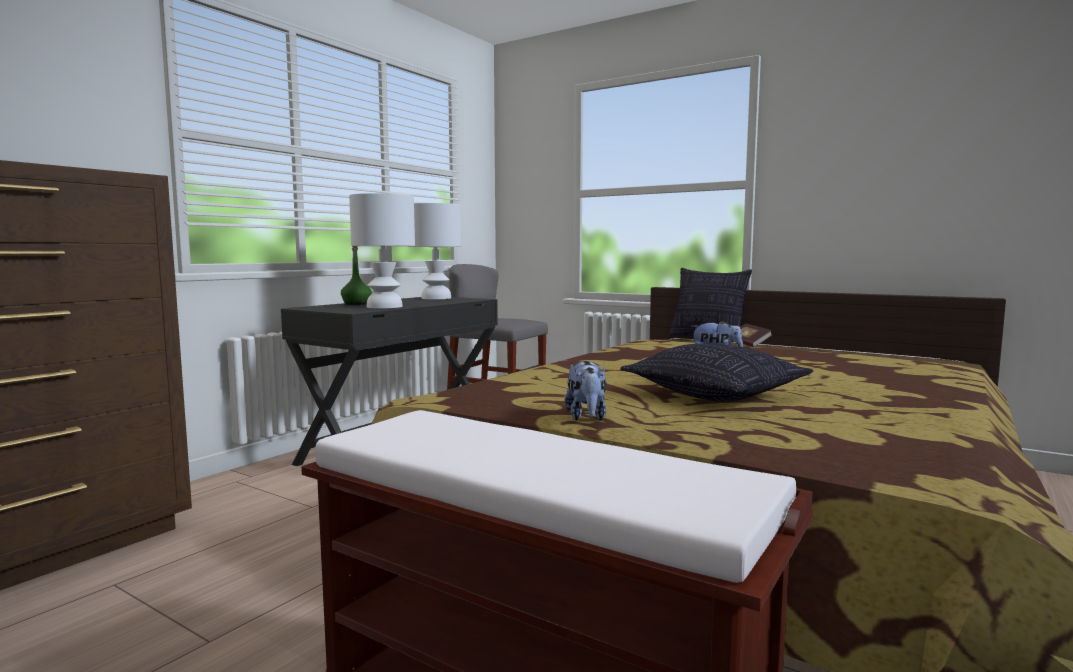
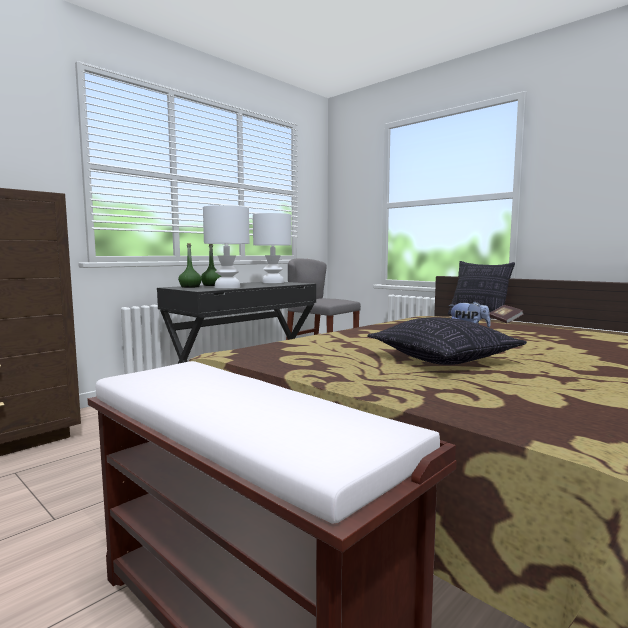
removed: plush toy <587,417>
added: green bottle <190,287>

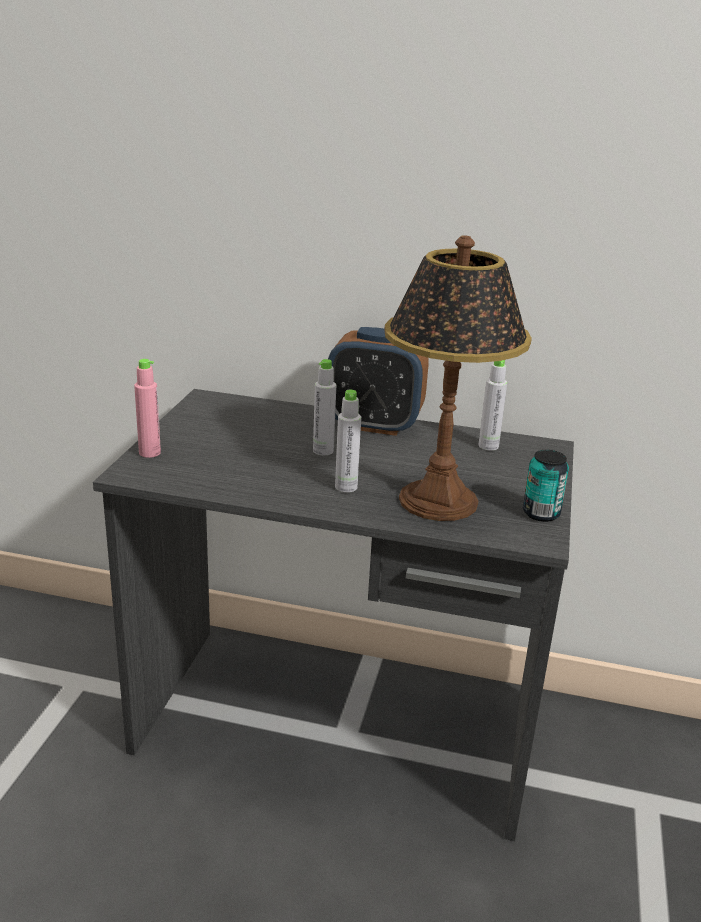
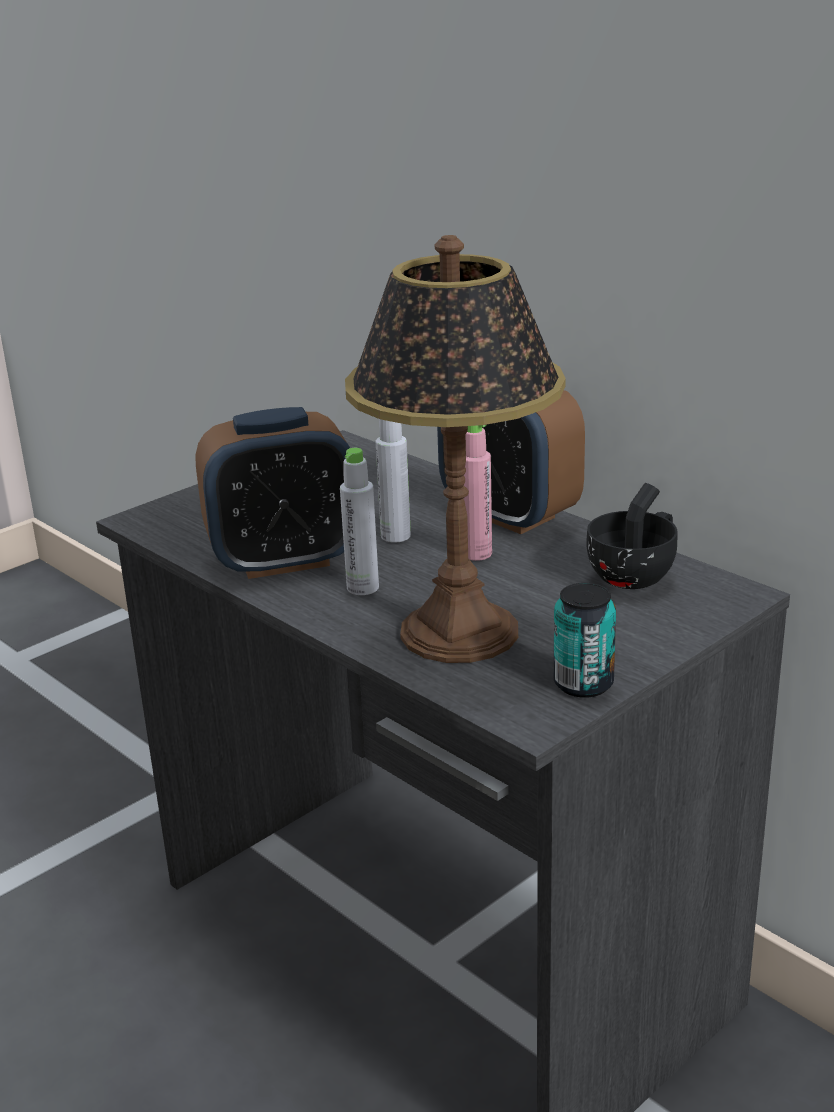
added: alarm clock <284,560>
moved: pink bottle <149,453> to <476,554>
replaced: grey bottle <488,446> to black cup <636,574>

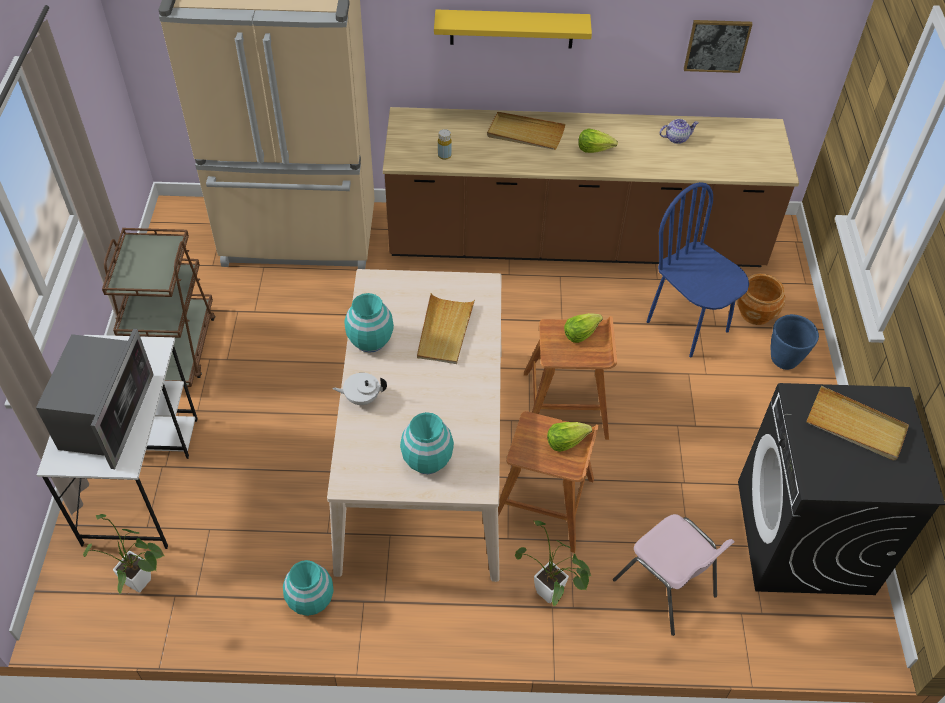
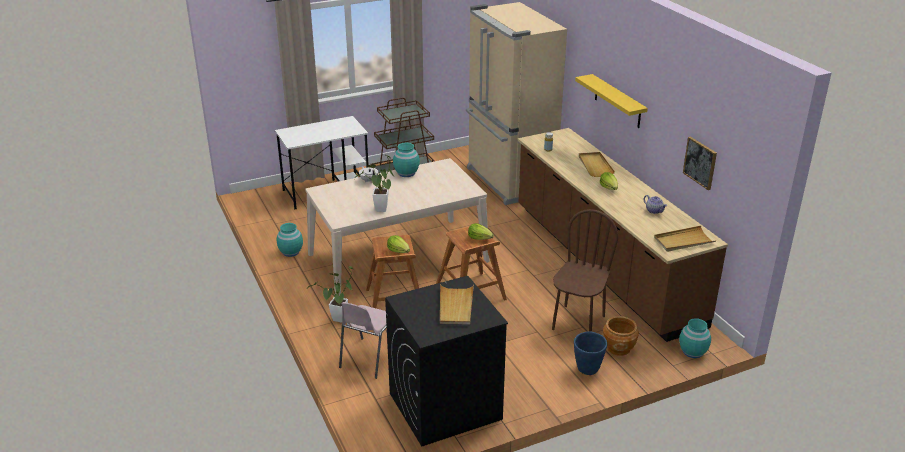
removed: microwave <105,416>
moved: potted plant <143,585> to <380,211>; turquoise vase <427,460> to <693,352>; beige tray <444,331> to <683,241>
recoloured: blue chair <688,326> to brown chair <578,322>

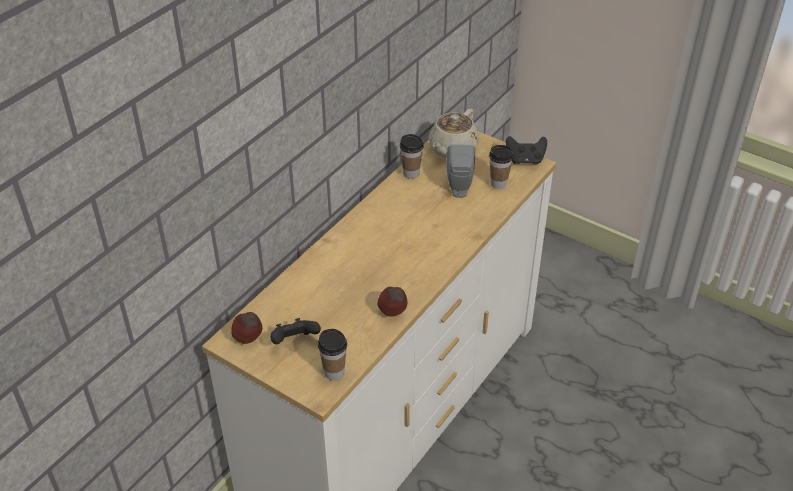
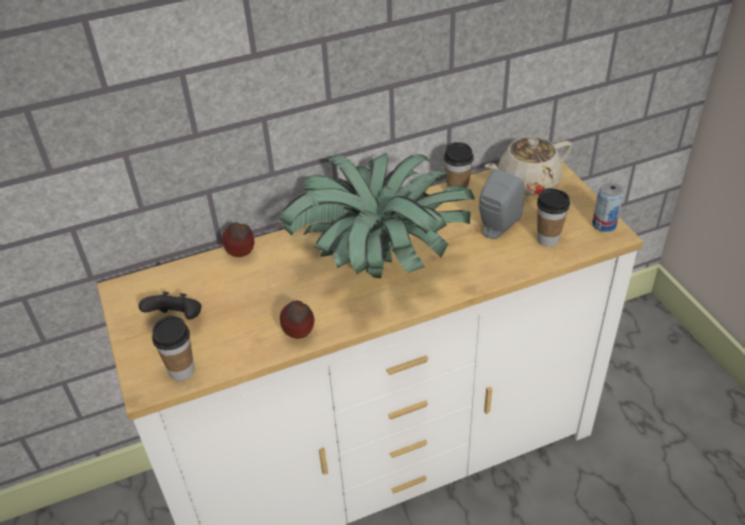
added: potted plant <378,260>
moved: apple <248,339> to <241,254>
replaced: black game controller <525,160> to can <604,224>

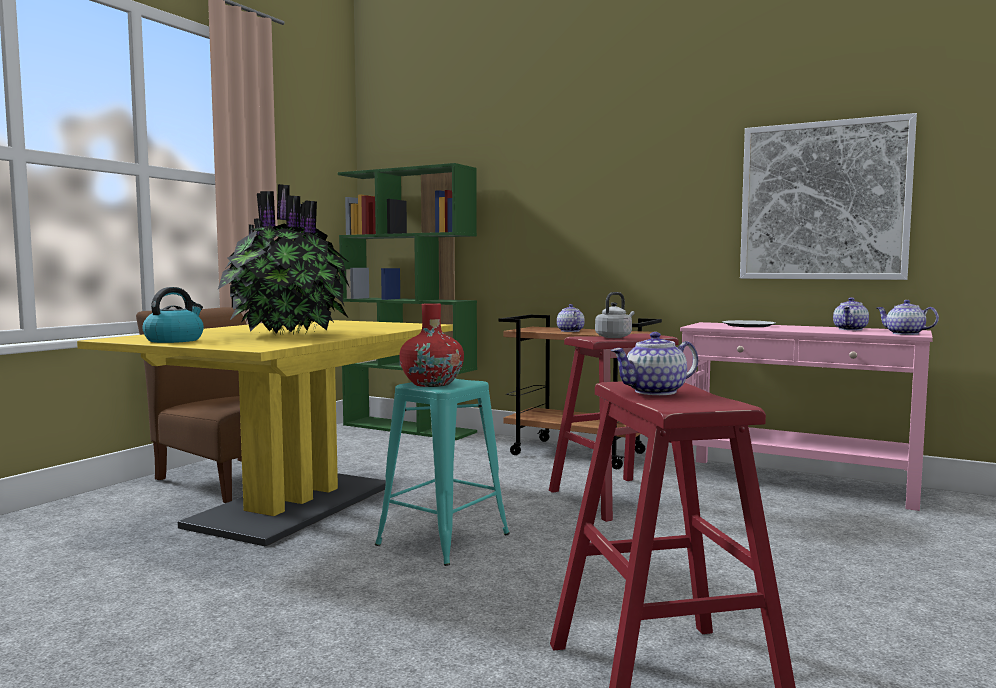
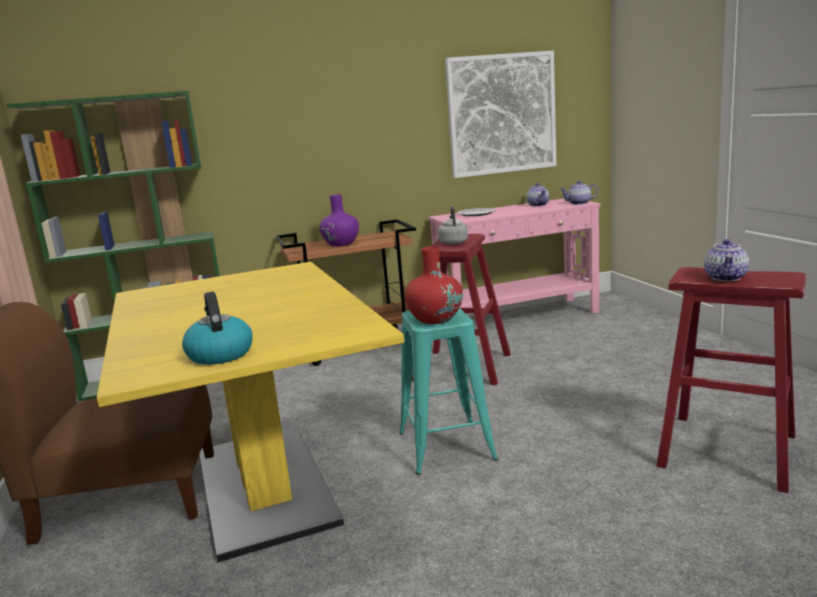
removed: potted plant <287,335>
replaced: teapot <569,331> to purple vase <341,244>

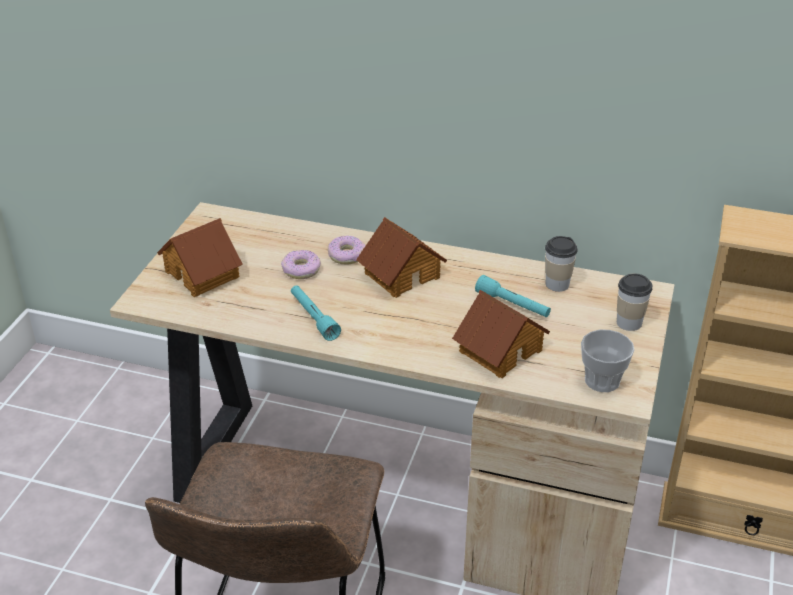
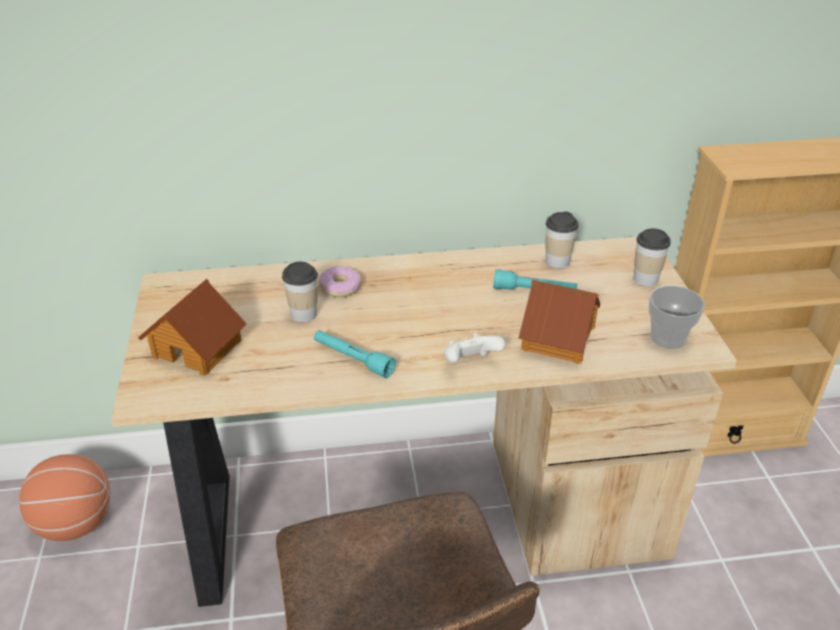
removed: toy house <401,274>
added: basketball <75,523>; white game controller <470,363>
replaced: donut <301,270> to cup <304,314>

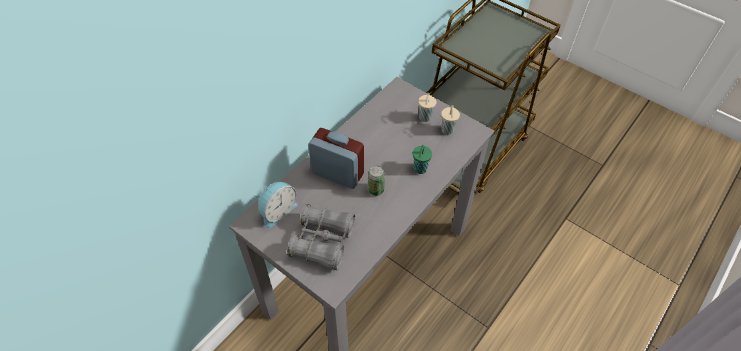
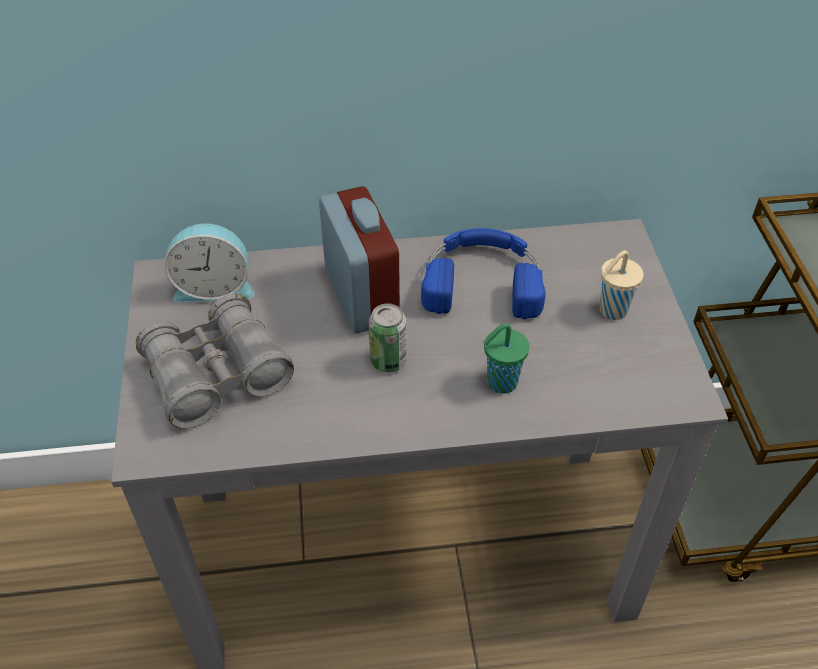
removed: beige cup <447,130>
added: blue headphones <483,280>

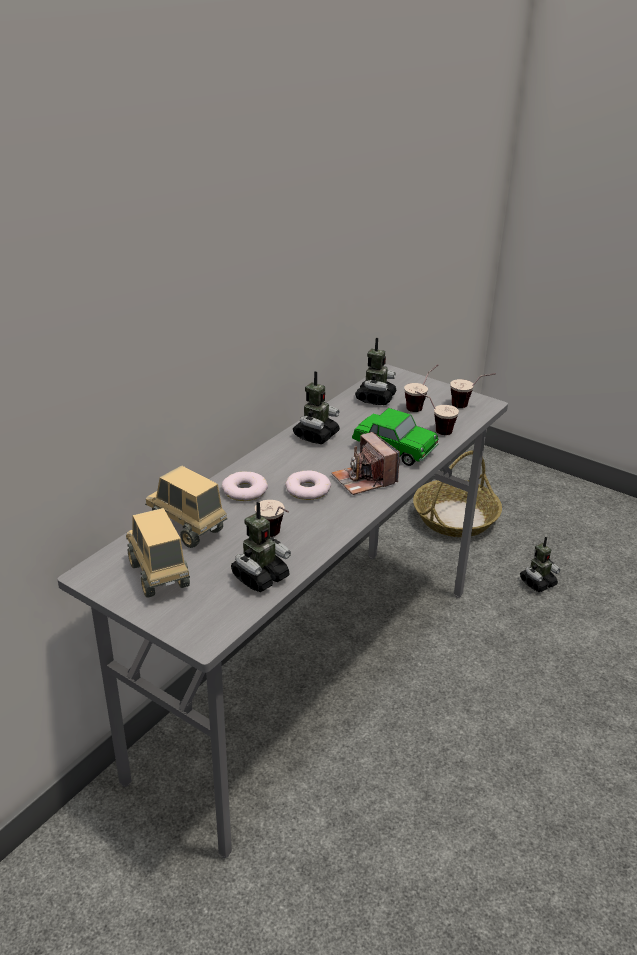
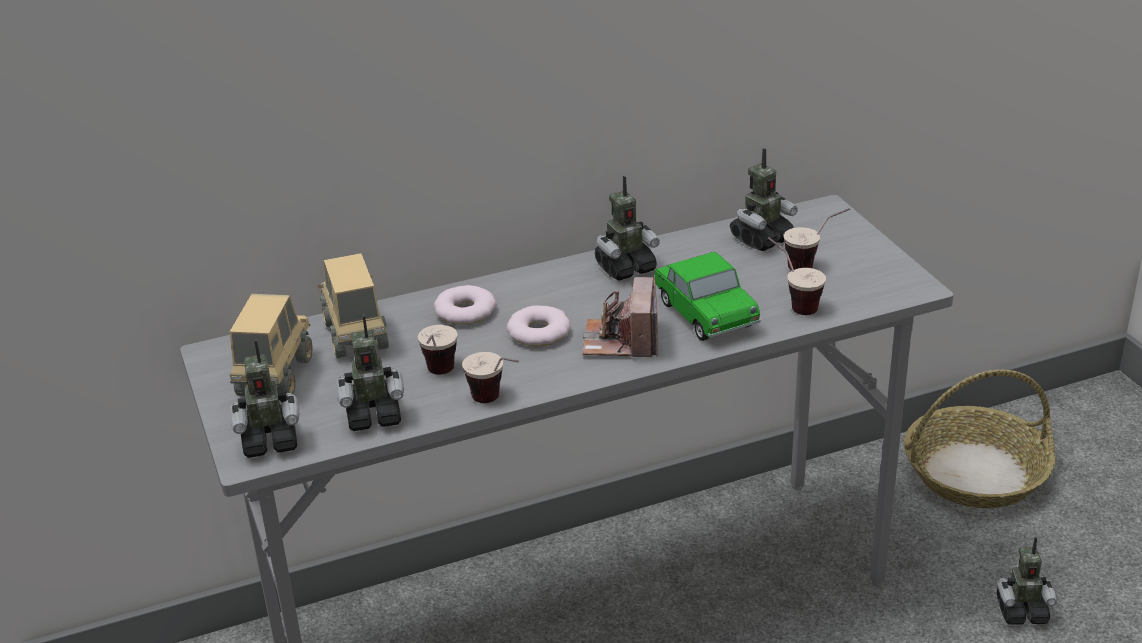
added: toy robot <270,441>
moved: cup <469,406> to <496,402>

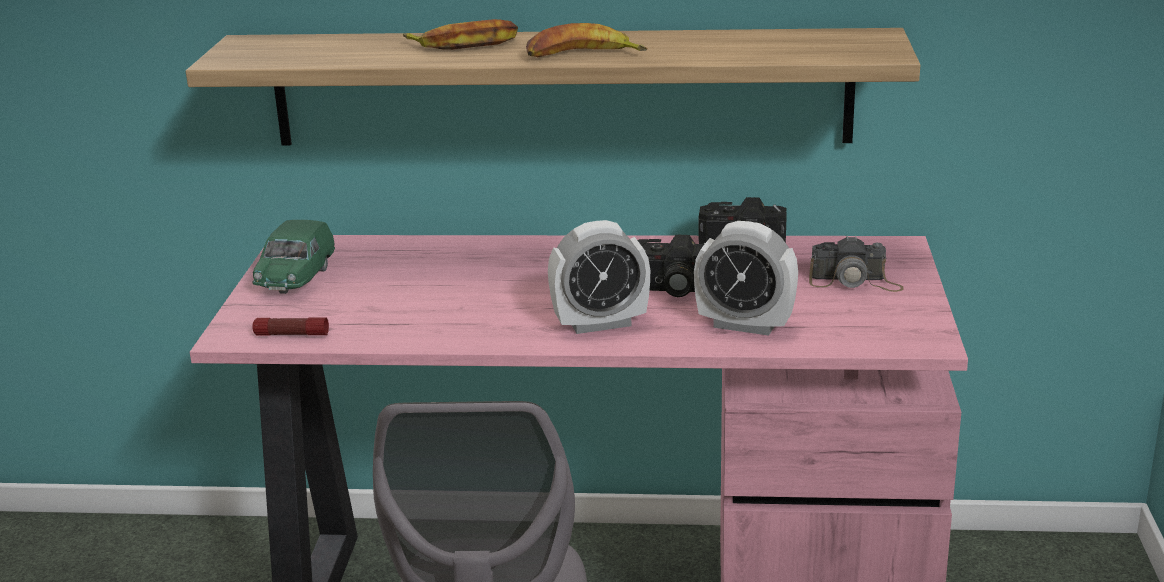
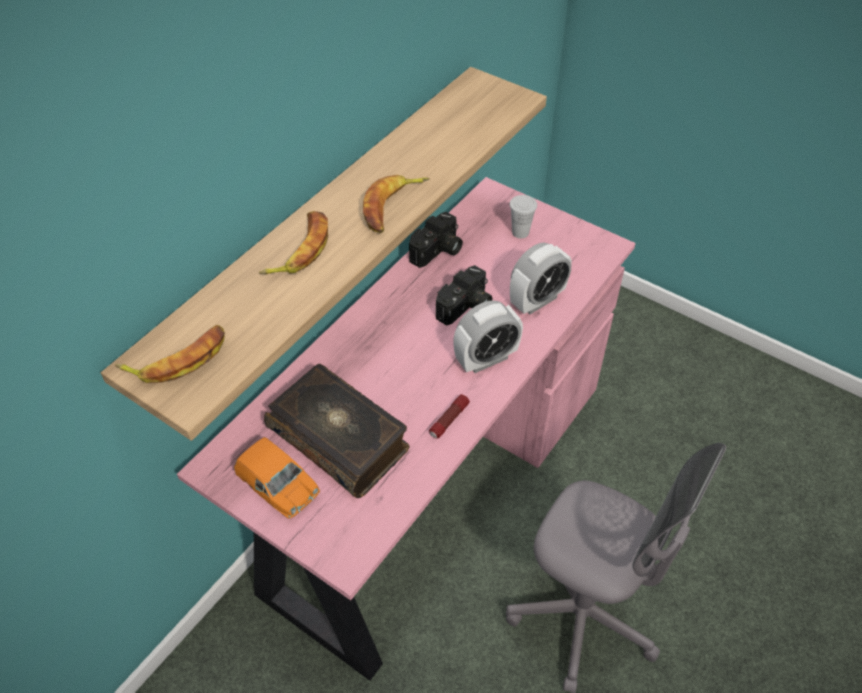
added: banana <178,359>; book <340,439>
moved: flashlight <291,335> to <449,420>
replaced: photo camera <855,282> to white cup <520,232>
recoloured: green toy car <296,279> to orange toy car <279,488>
turned: alarm clock <600,323> = <486,359> 45 degrees clockwise

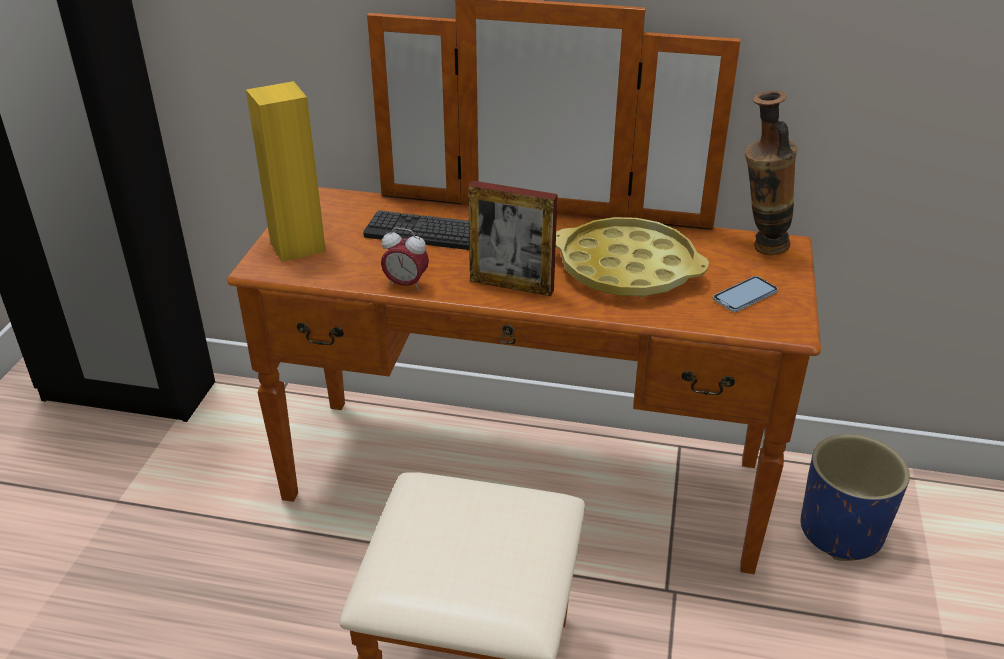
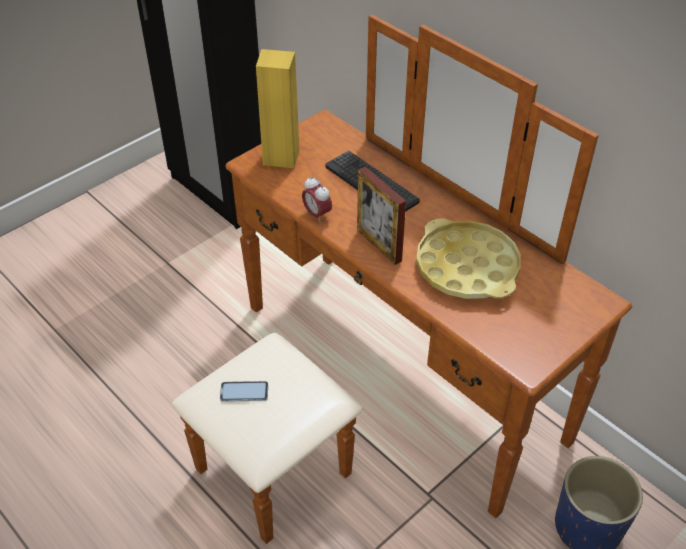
removed: vase <758,248>
moved: phone <745,296> to <244,392>

